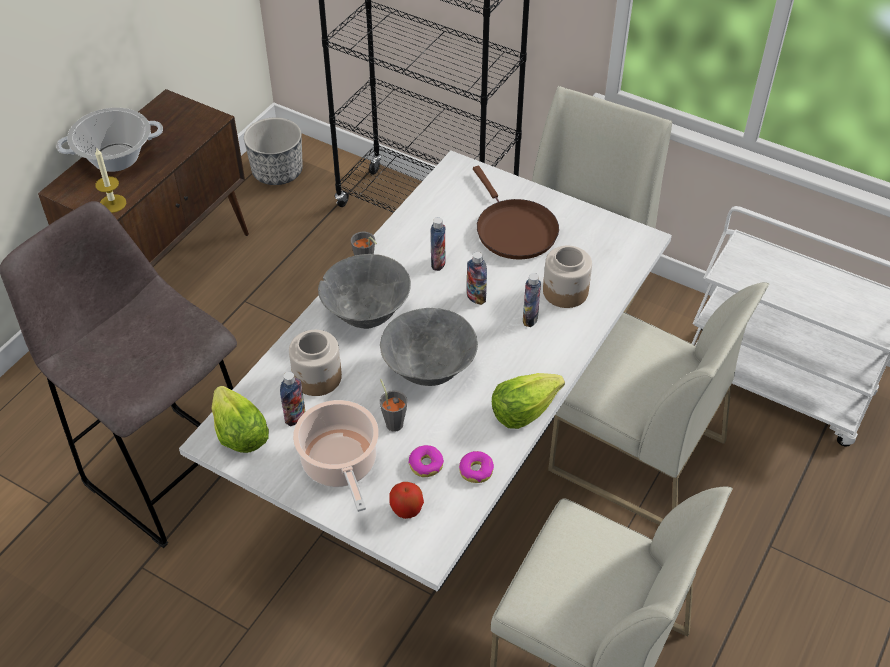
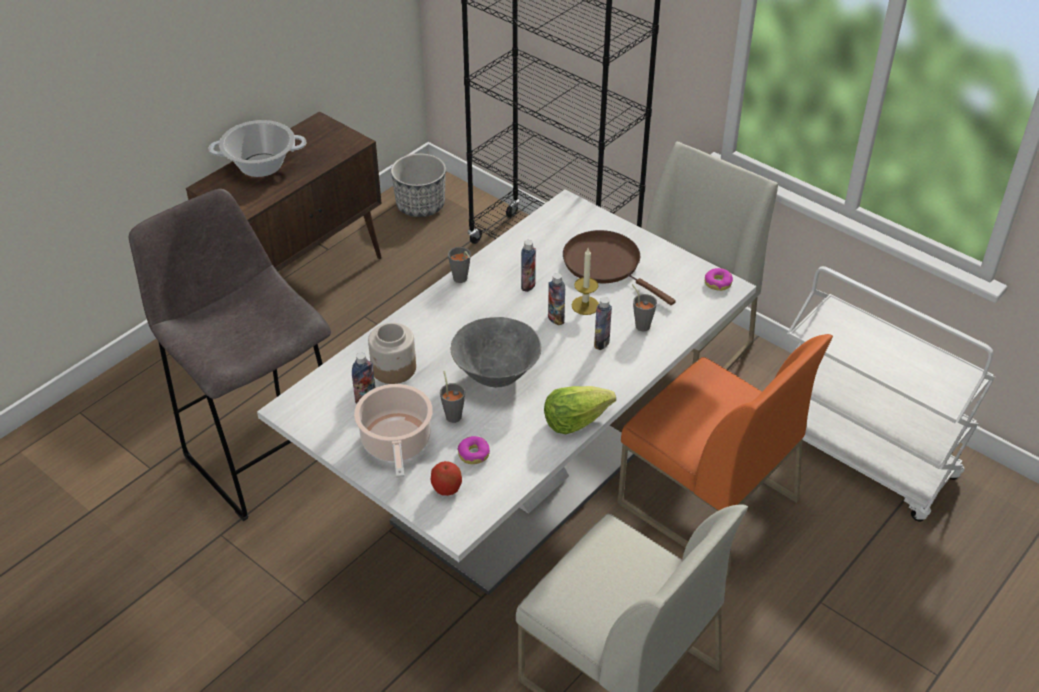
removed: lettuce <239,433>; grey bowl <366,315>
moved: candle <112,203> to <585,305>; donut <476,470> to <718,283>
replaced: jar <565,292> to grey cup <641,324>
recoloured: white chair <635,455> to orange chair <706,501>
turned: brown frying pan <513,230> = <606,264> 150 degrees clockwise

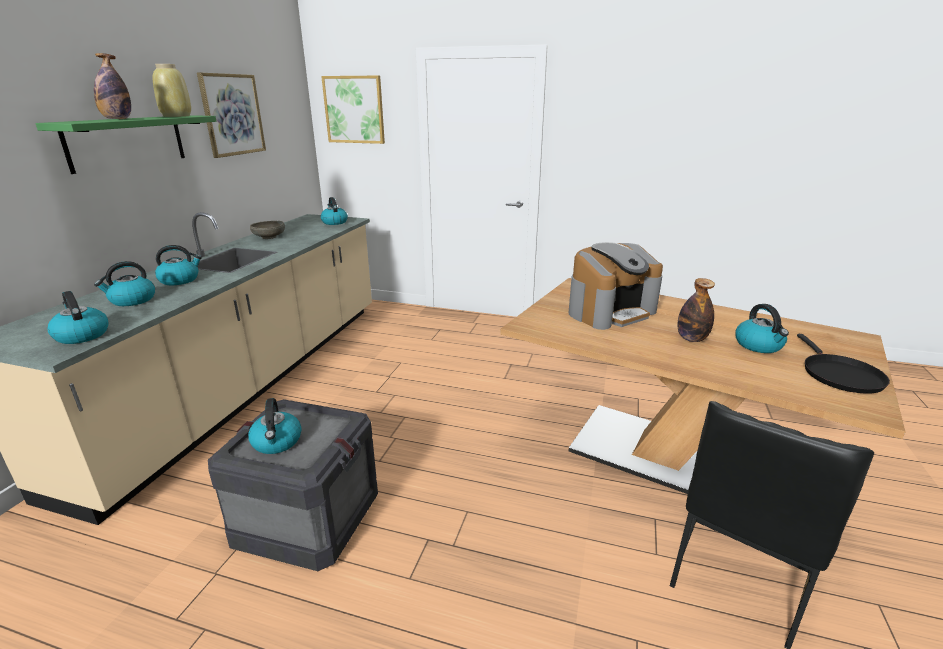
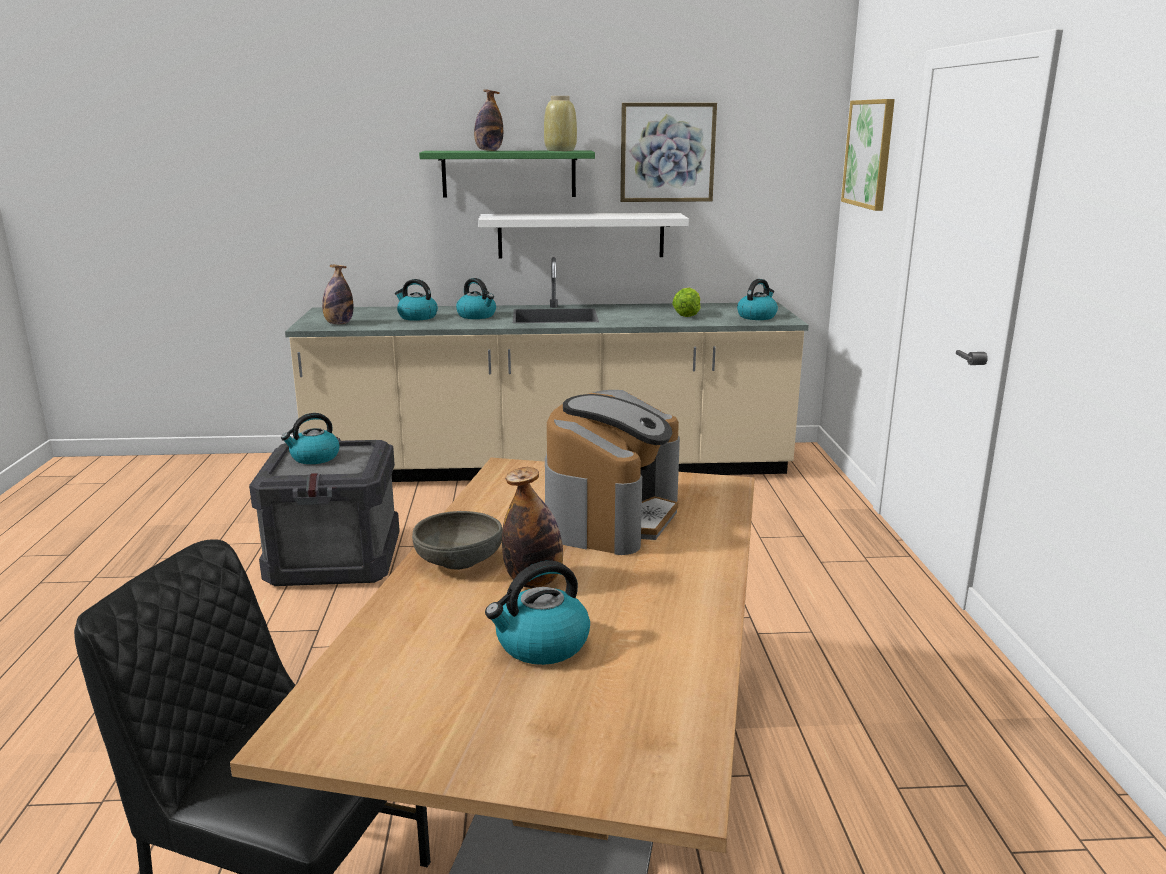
removed: black frying pan <838,375>
added: white shelf <581,235>; lettuce <687,315>
moved: grey bowl <269,237> to <458,561>
replaced: kettle <81,335> to bottle <339,324>
turned: coffee machine <610,311> = <611,516> 105 degrees counterclockwise

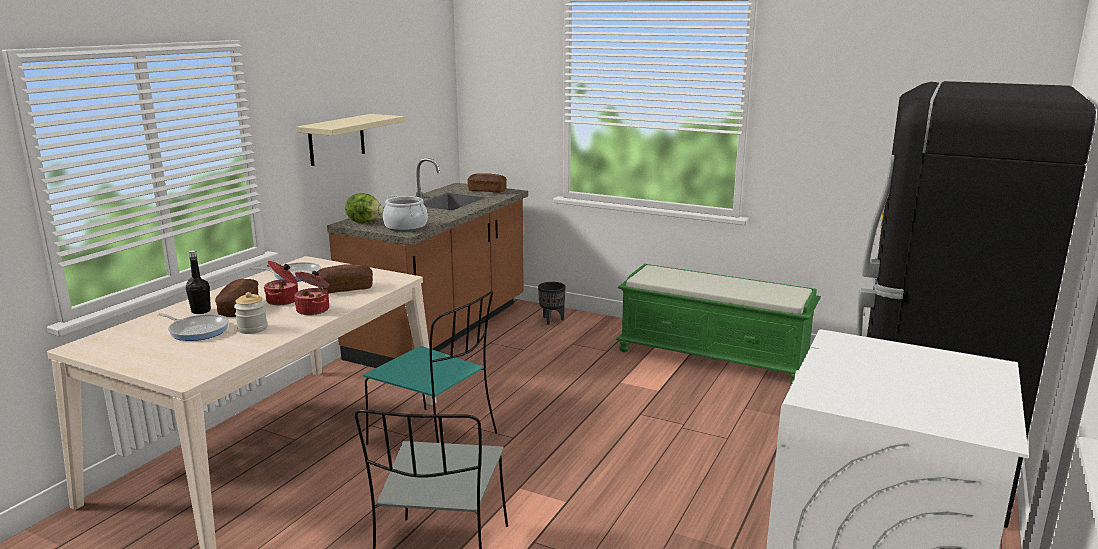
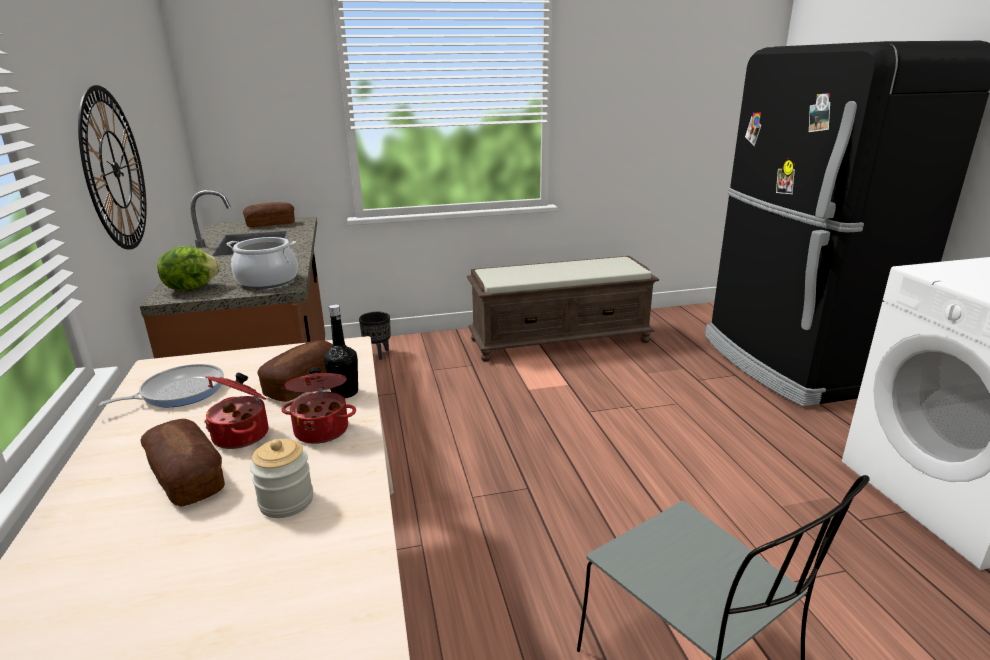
removed: frying pan <197,330>; turquoise chair <435,440>
moved: black bottle <201,311> to <345,392>
replaced: beige shelf <336,139> to wall clock <115,170>
recoloured: green bench <714,357> to brown bench <560,340>

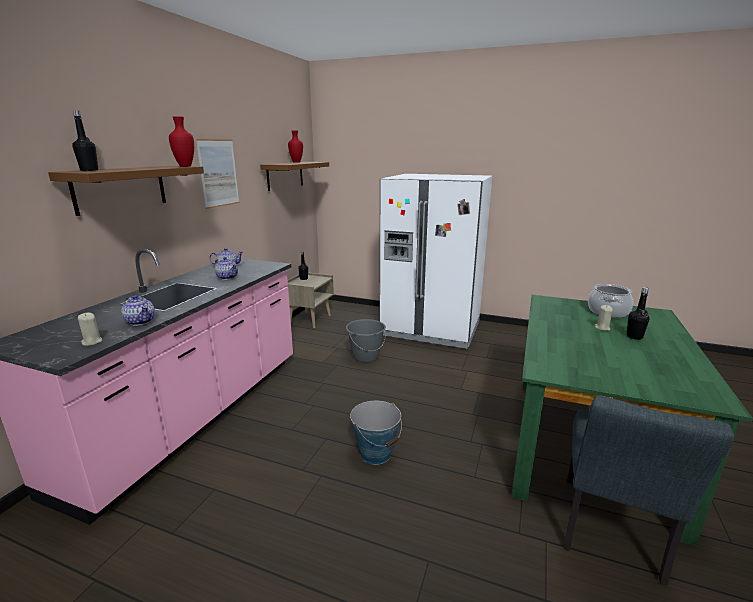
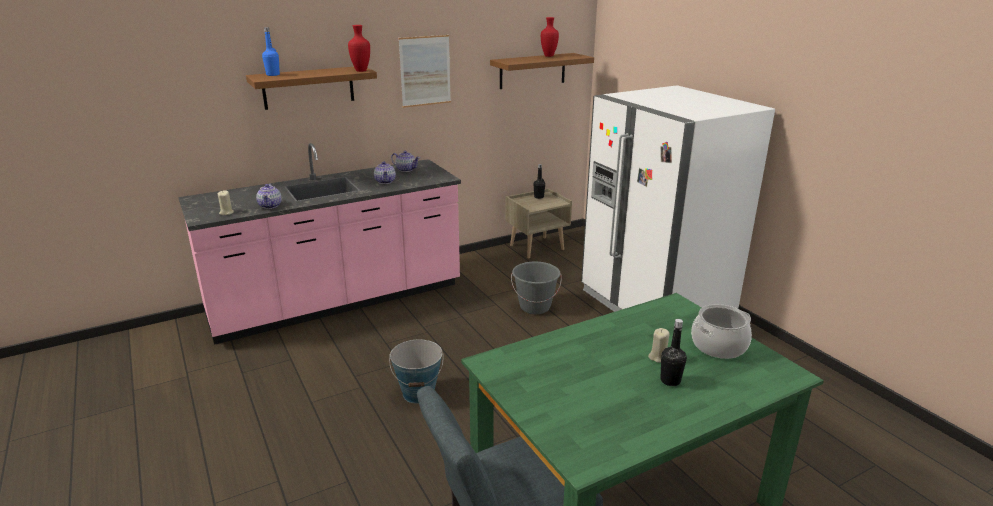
recoloured: black bottle <89,170> to blue bottle <273,75>

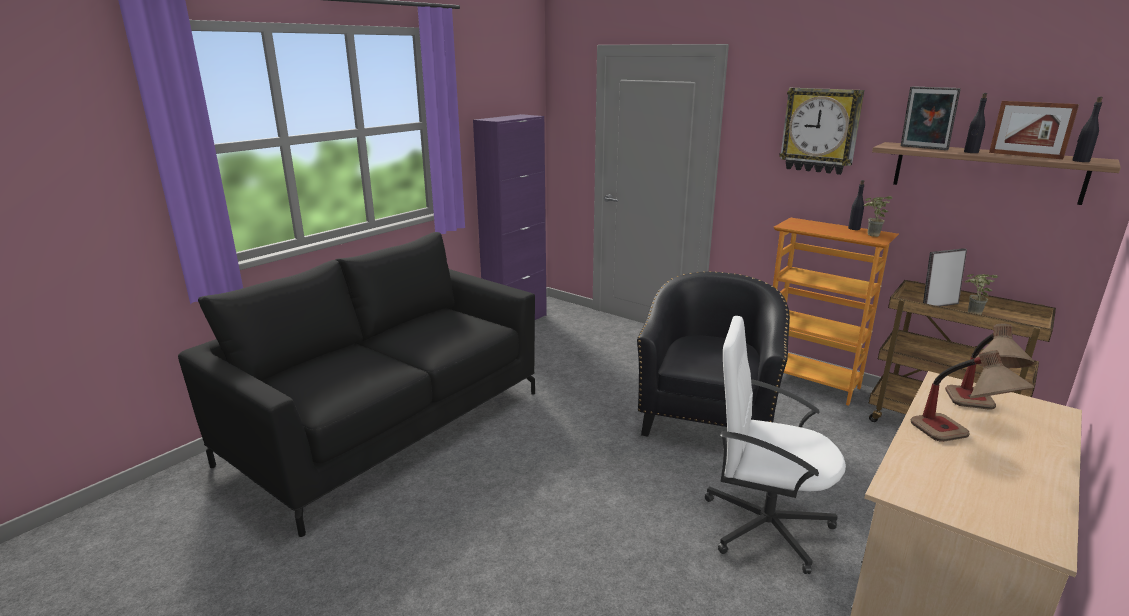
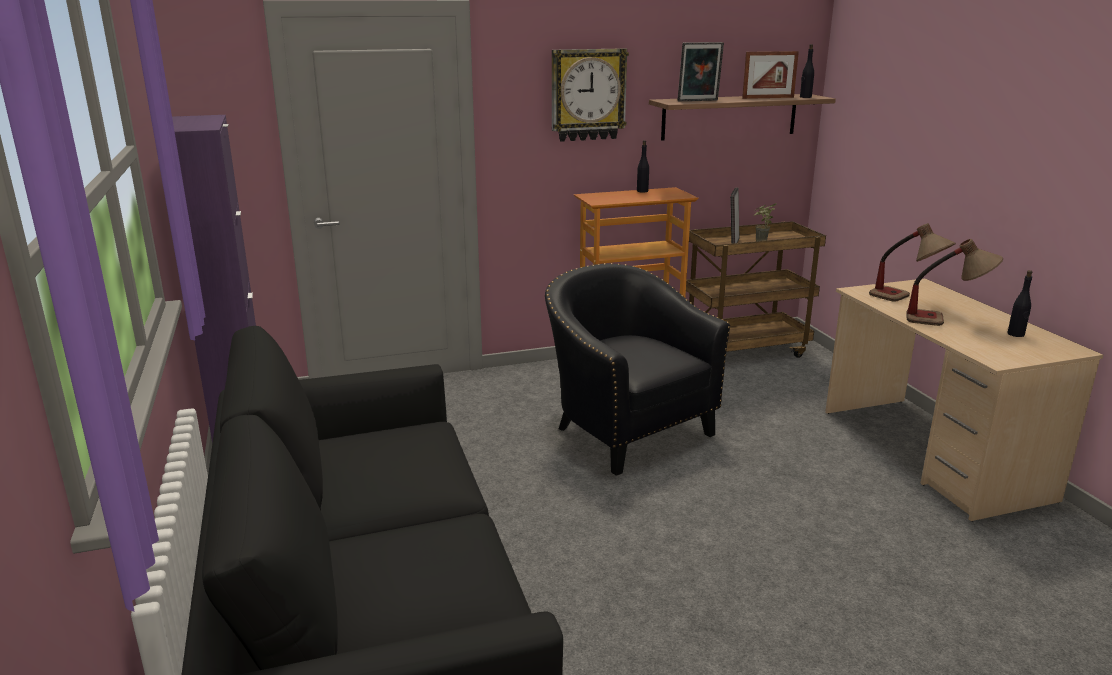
removed: white office chair <764,524>; potted plant <870,235>
moved: black bottle <971,152> to <1016,334>

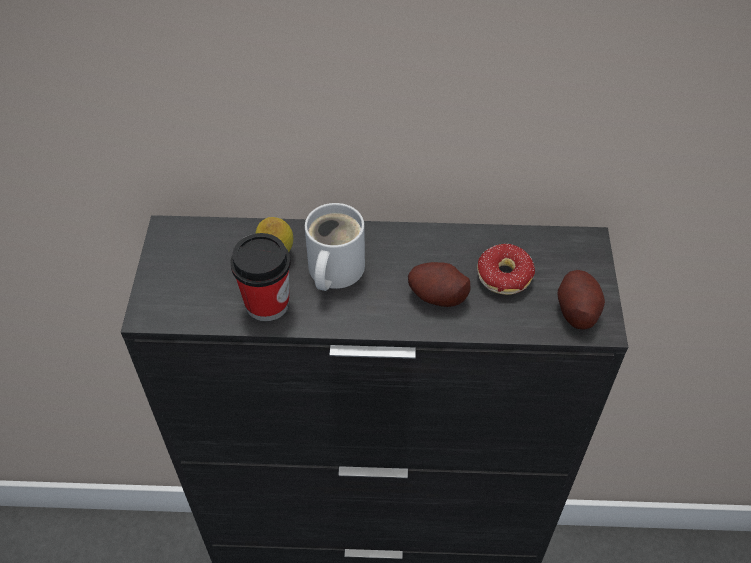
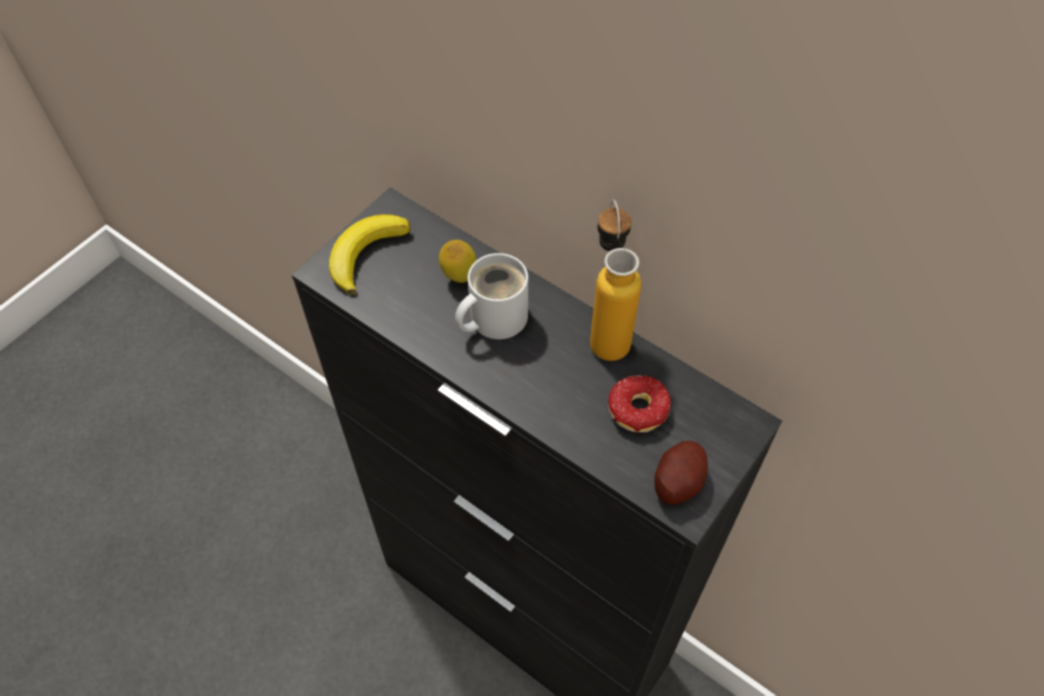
removed: cup <267,304>; potato <437,296>
added: banana <365,254>; bottle <606,331>

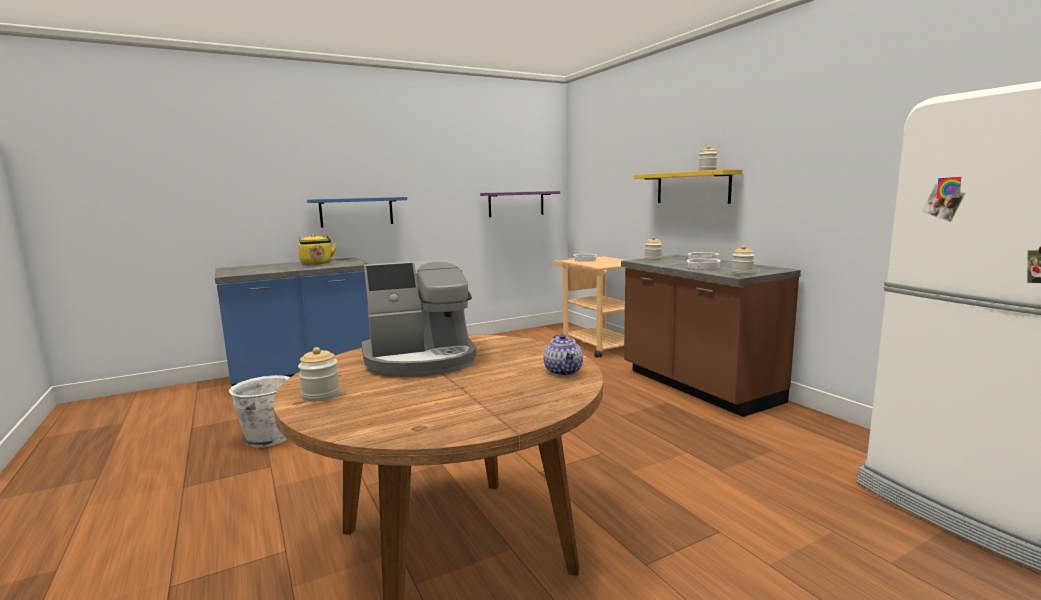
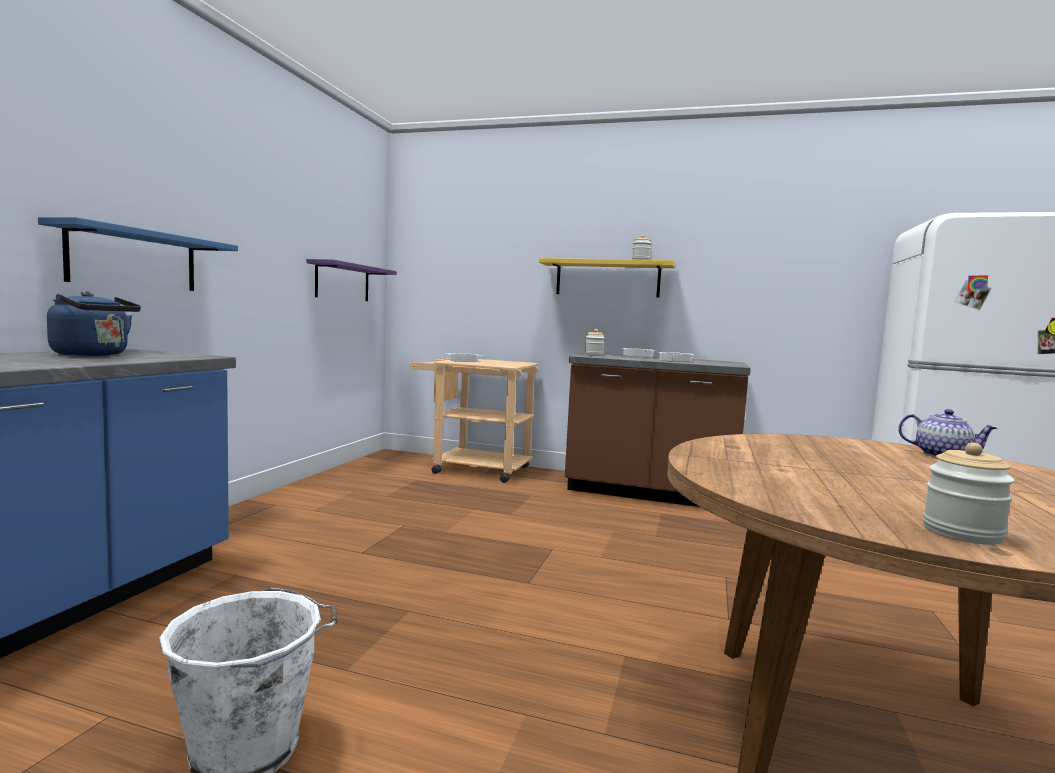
removed: coffee machine <421,360>; jar <742,273>
recoloured: yellow kettle <316,263> to blue kettle <94,355>

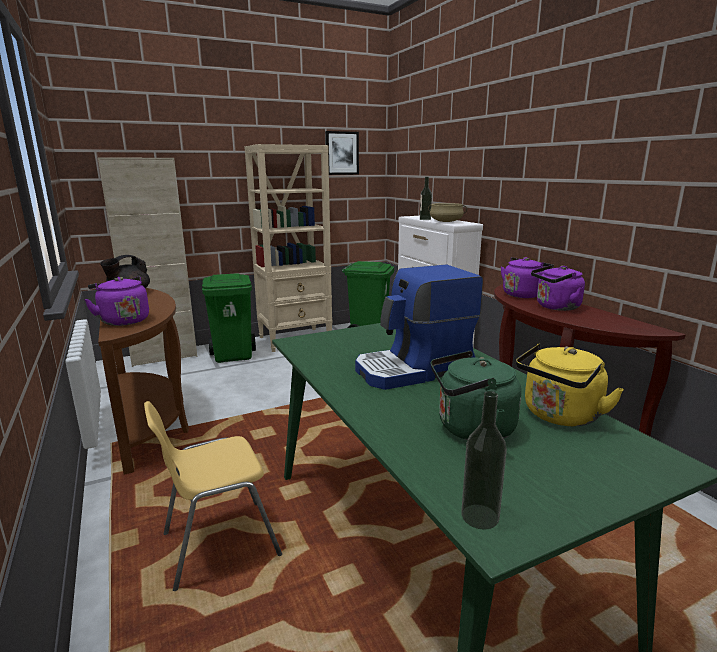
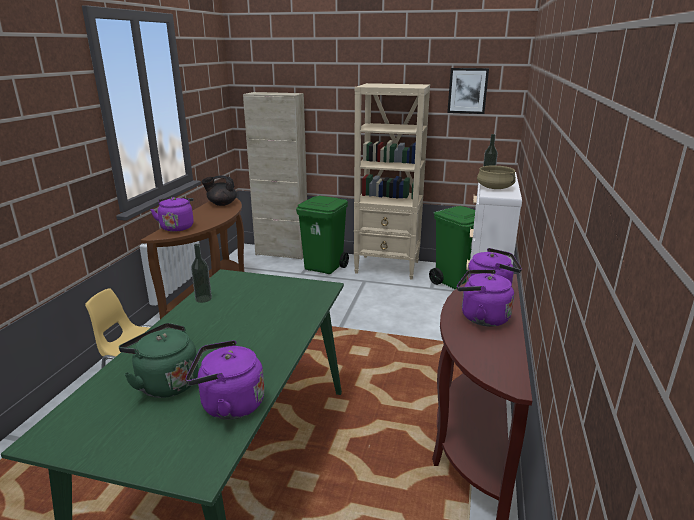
removed: coffee machine <415,370>
moved: bottle <480,516> to <203,299>
recoloured: yellow kettle <559,416> to purple kettle <228,405>

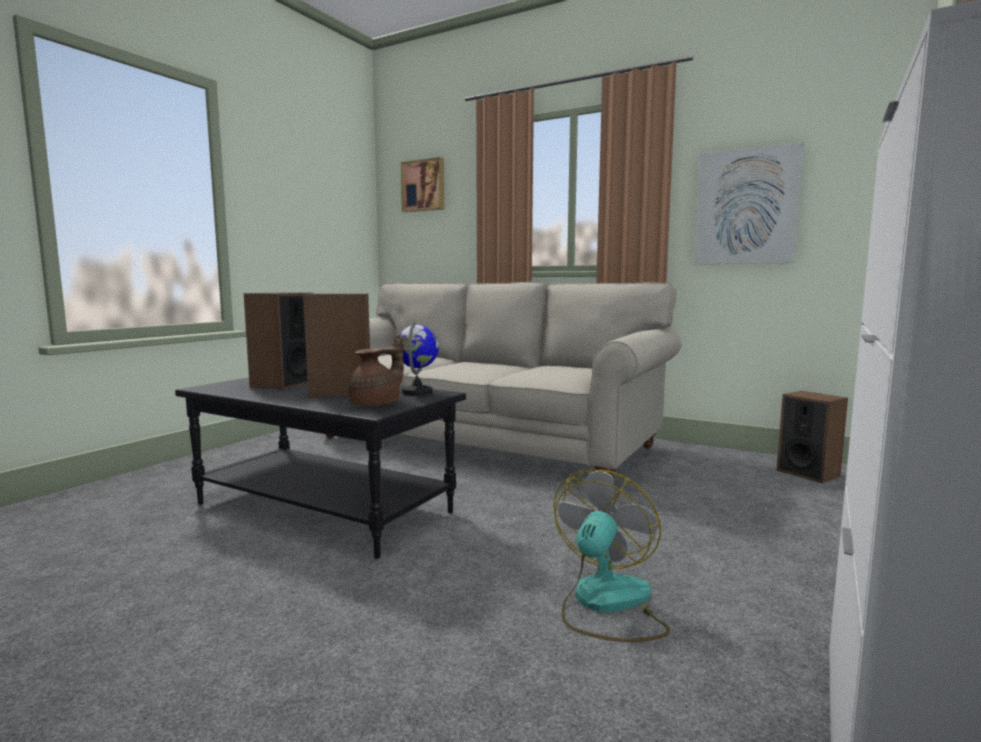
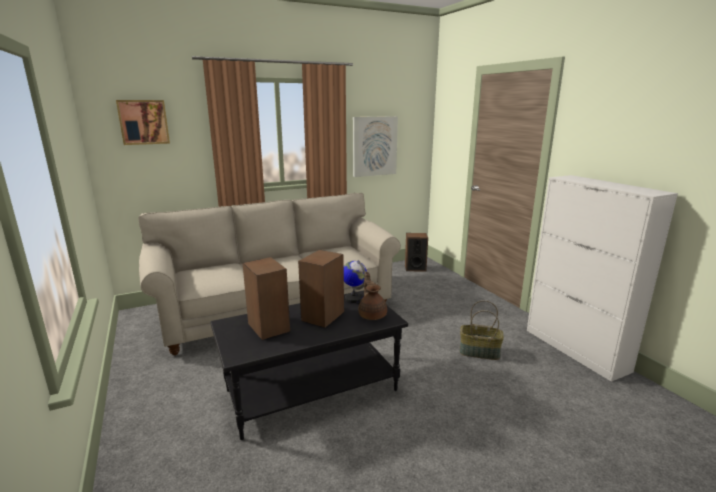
replaced: fan <606,604> to basket <479,352>

